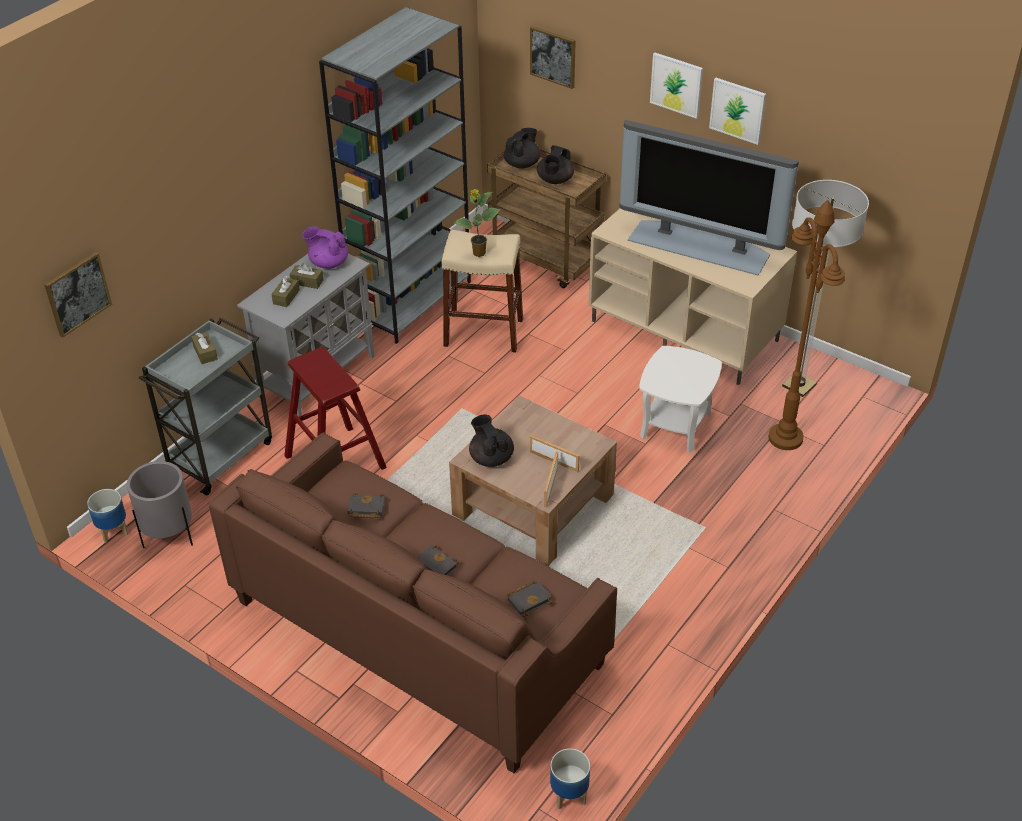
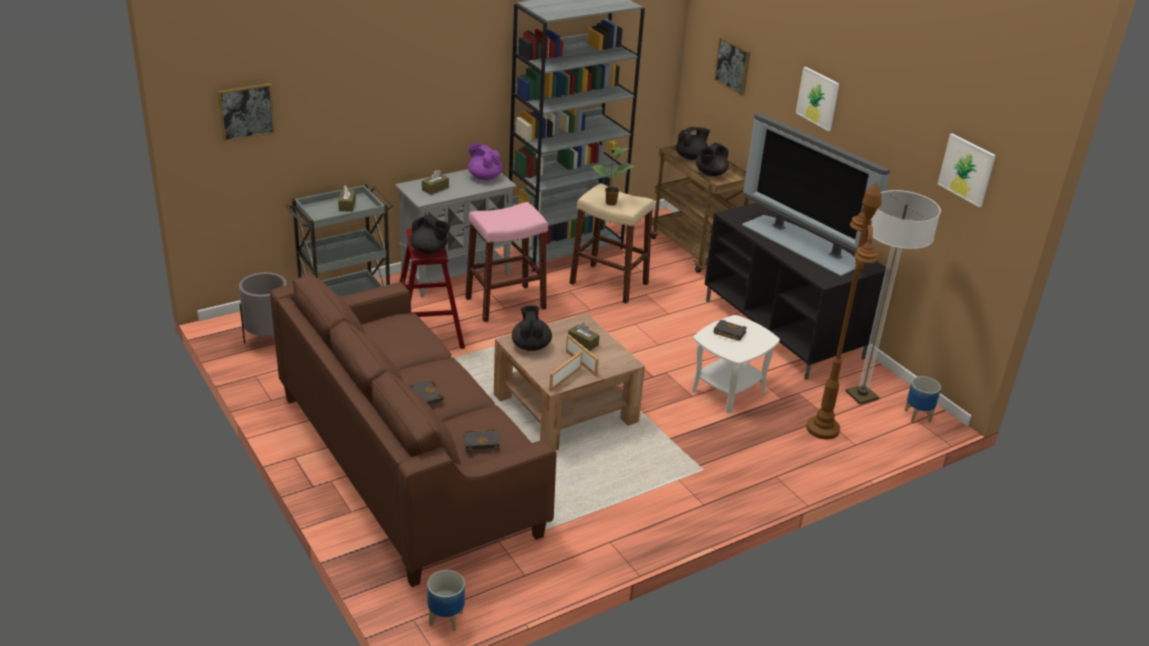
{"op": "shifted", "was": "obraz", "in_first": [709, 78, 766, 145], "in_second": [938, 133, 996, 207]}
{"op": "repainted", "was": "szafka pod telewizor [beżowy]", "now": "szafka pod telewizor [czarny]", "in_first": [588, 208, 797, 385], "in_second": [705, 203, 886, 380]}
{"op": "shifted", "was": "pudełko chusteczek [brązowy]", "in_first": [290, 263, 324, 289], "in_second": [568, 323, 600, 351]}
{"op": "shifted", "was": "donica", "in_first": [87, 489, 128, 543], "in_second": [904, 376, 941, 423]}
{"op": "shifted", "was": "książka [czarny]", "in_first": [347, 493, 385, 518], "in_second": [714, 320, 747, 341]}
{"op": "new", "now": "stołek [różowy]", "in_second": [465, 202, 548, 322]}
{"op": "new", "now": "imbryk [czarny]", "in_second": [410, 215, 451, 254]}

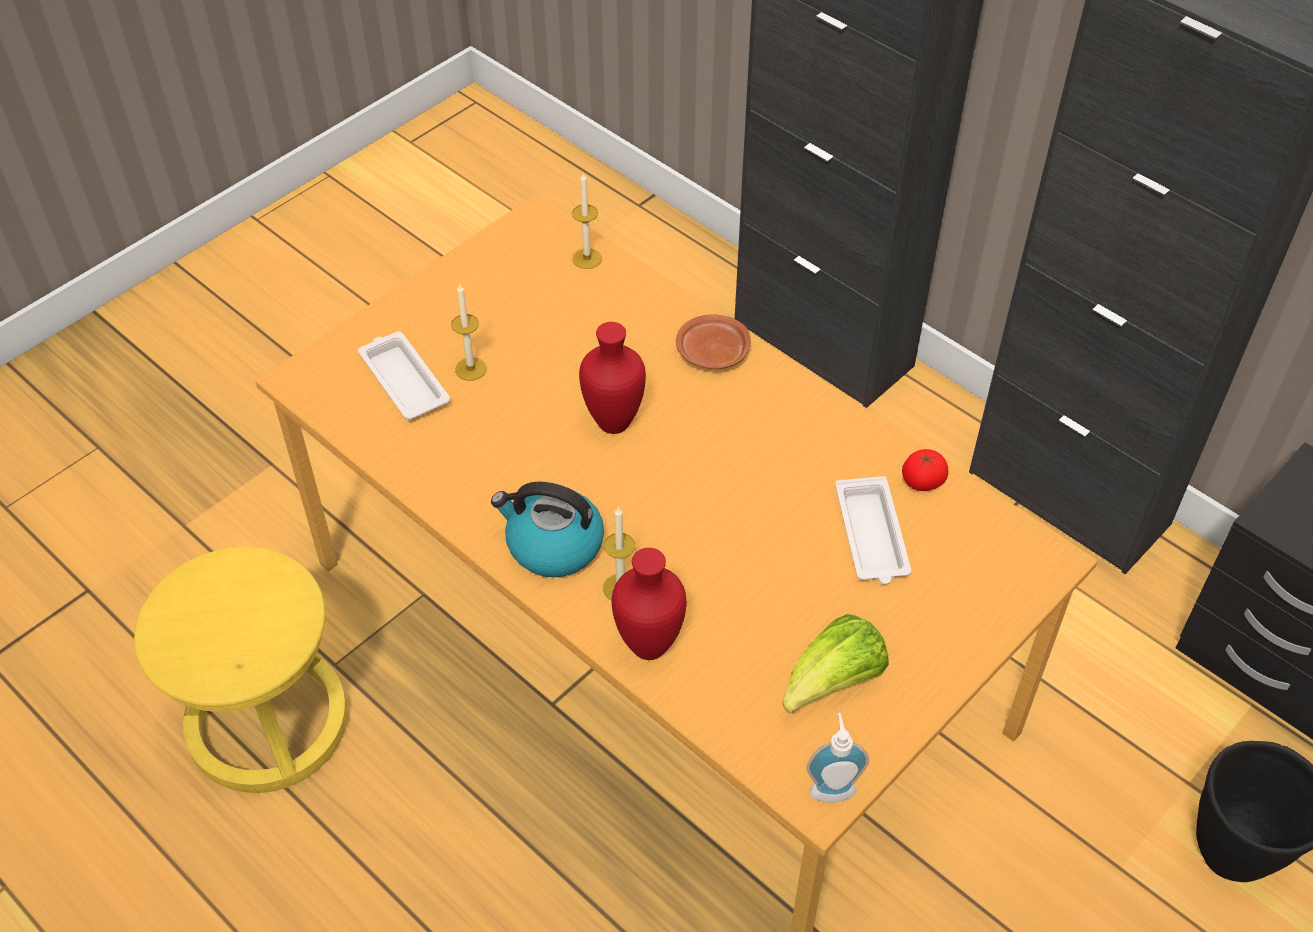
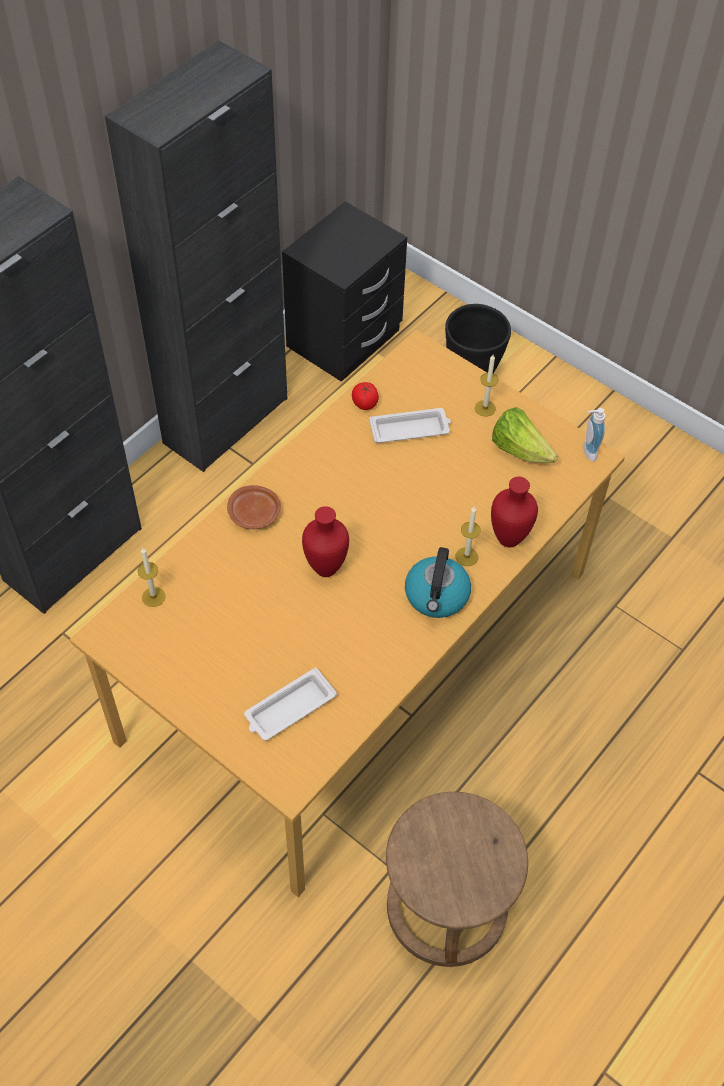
{"op": "shifted", "was": "świeca", "in_first": [451, 283, 487, 381], "in_second": [475, 355, 499, 417]}
{"op": "repainted", "was": "stołek [żółty]", "now": "stołek [brązowy]", "in_first": [134, 547, 347, 793], "in_second": [386, 792, 528, 967]}

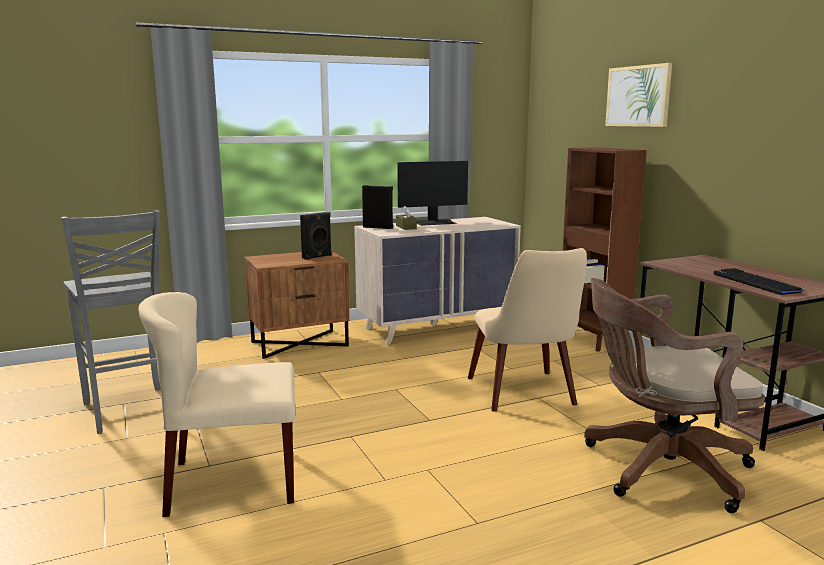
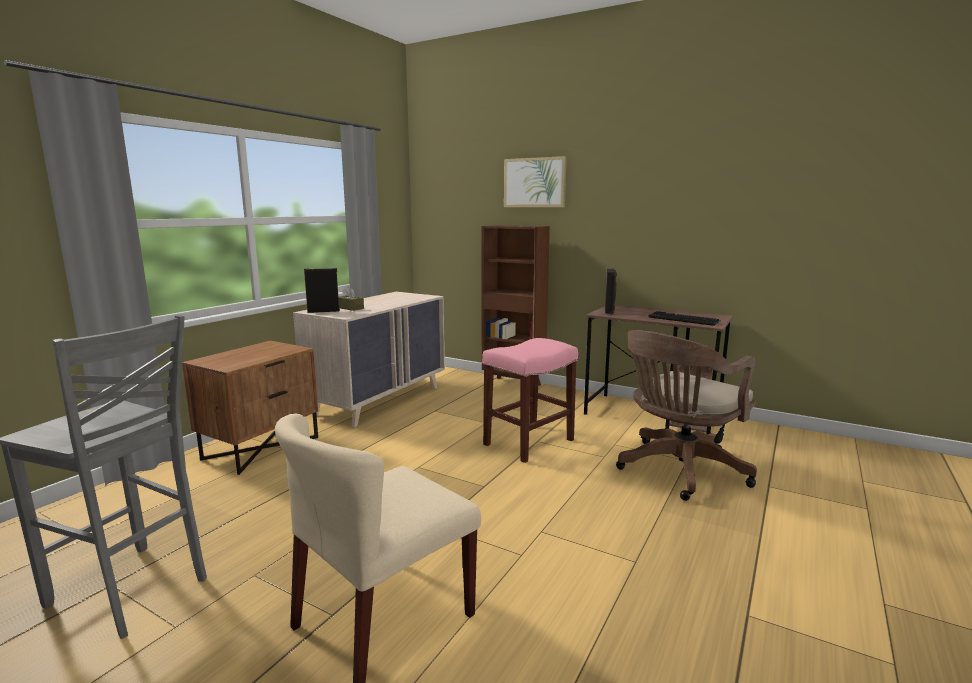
{"op": "gone", "was": "monitor", "in_first": [397, 161, 468, 226]}
{"op": "shifted", "was": "głośnik [czarny]", "in_first": [300, 212, 332, 260], "in_second": [605, 269, 617, 314]}
{"op": "swapped", "was": "krzesło [beżowy]", "now": "stołek [różowy]", "in_first": [468, 248, 587, 412], "in_second": [482, 338, 578, 463]}

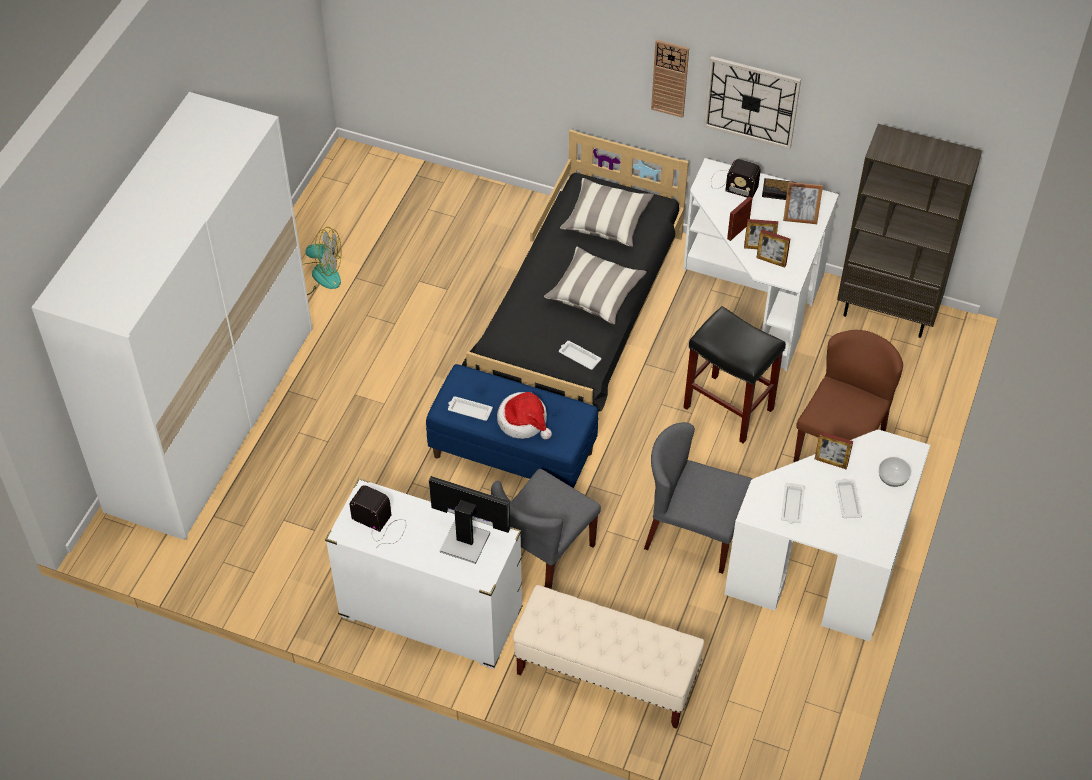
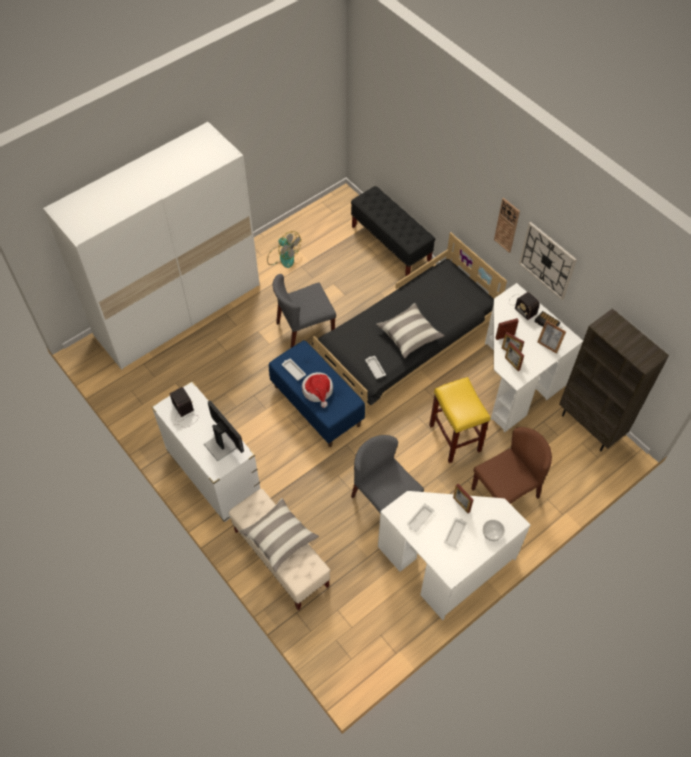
{"op": "shifted", "was": "poduszka", "in_first": [560, 178, 654, 247], "in_second": [240, 498, 319, 572]}
{"op": "repainted", "was": "stołek [czarny]", "now": "stołek [żółty]", "in_first": [684, 306, 786, 443], "in_second": [429, 377, 490, 463]}
{"op": "shifted", "was": "krzesło [szary]", "in_first": [491, 469, 601, 589], "in_second": [273, 274, 336, 348]}
{"op": "new", "now": "ławka [czarny]", "in_second": [351, 186, 435, 276]}

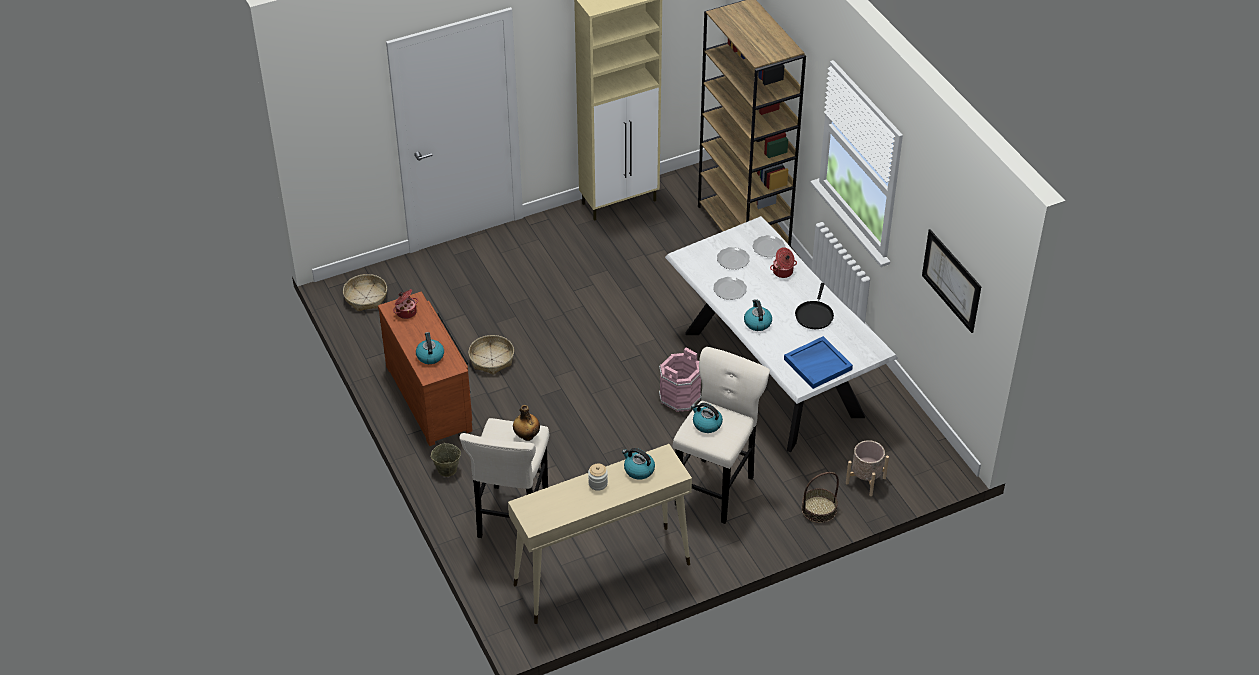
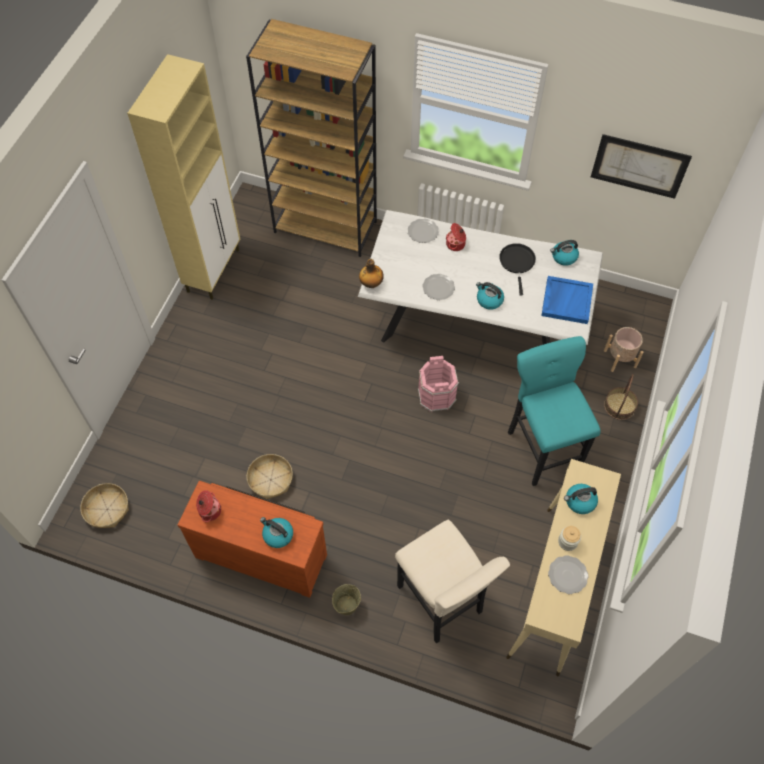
{"op": "shifted", "was": "talerz", "in_first": [717, 247, 750, 269], "in_second": [548, 555, 588, 594]}
{"op": "rotated", "was": "patelnia [czarny]", "in_first": [795, 283, 834, 329], "in_second": [499, 243, 536, 296], "clockwise": -150}
{"op": "repainted", "was": "stołek [beżowy]", "now": "stołek [turkusowy]", "in_first": [673, 347, 770, 524], "in_second": [508, 336, 601, 486]}
{"op": "shifted", "was": "czajnik", "in_first": [691, 403, 723, 433], "in_second": [550, 240, 579, 266]}
{"op": "shifted", "was": "butelka", "in_first": [513, 405, 540, 441], "in_second": [359, 259, 384, 288]}

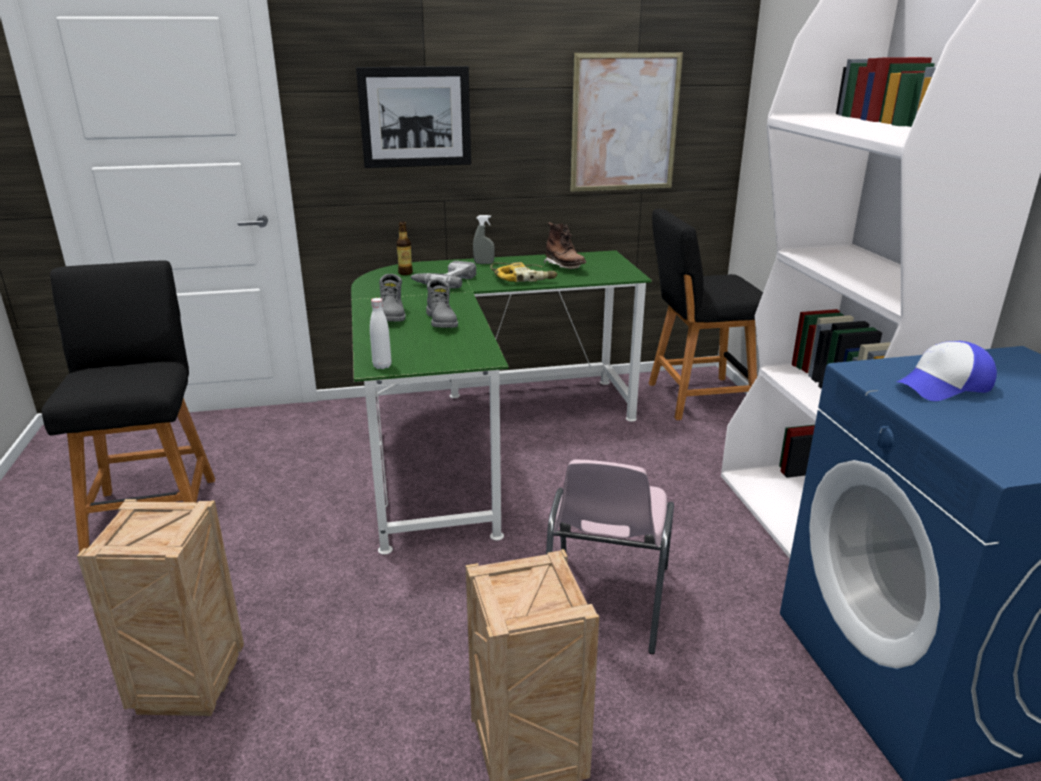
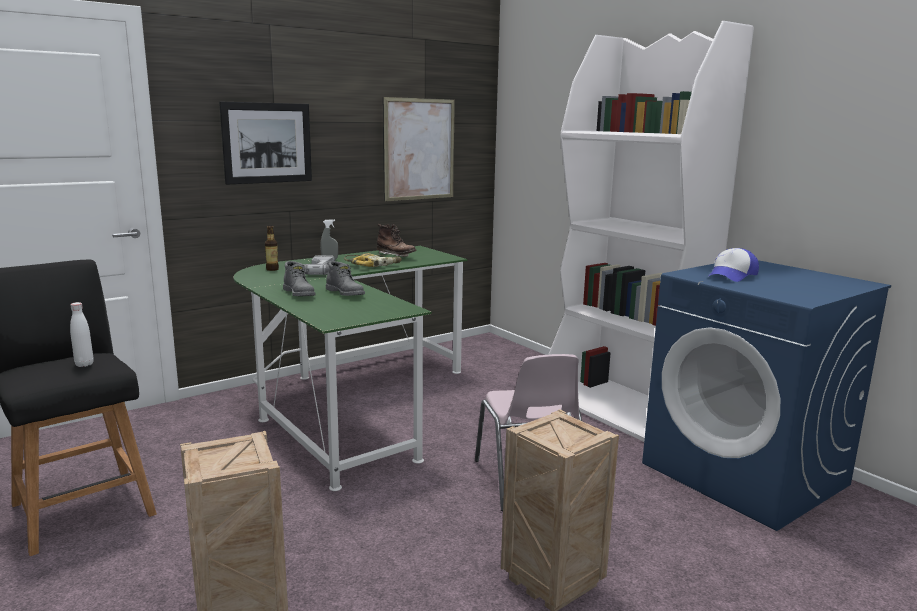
{"op": "gone", "was": "stołek [czarny]", "in_first": [649, 209, 763, 420]}
{"op": "shifted", "was": "butelka [biały]", "in_first": [370, 298, 391, 369], "in_second": [70, 302, 94, 367]}

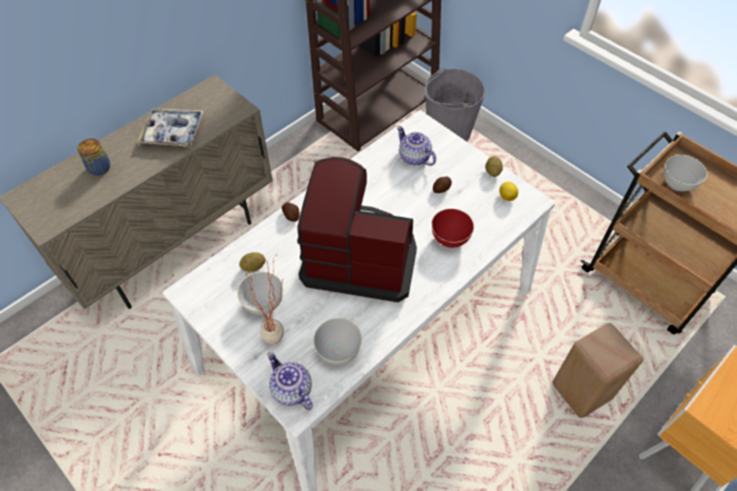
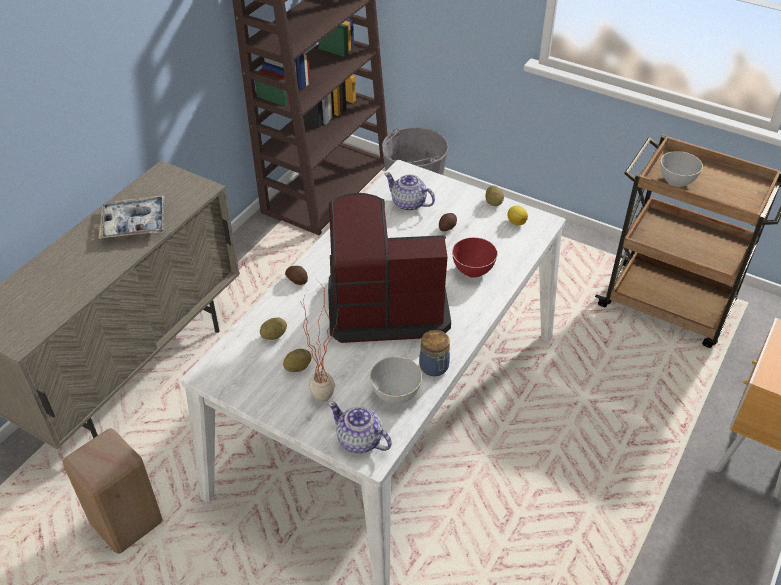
{"op": "shifted", "was": "słoik", "in_first": [77, 139, 110, 176], "in_second": [419, 330, 450, 376]}
{"op": "swapped", "was": "miska [szary]", "now": "ziemniak", "in_first": [237, 272, 283, 315], "in_second": [283, 349, 312, 372]}
{"op": "shifted", "was": "stołek [beżowy]", "in_first": [552, 323, 643, 418], "in_second": [63, 428, 162, 554]}

